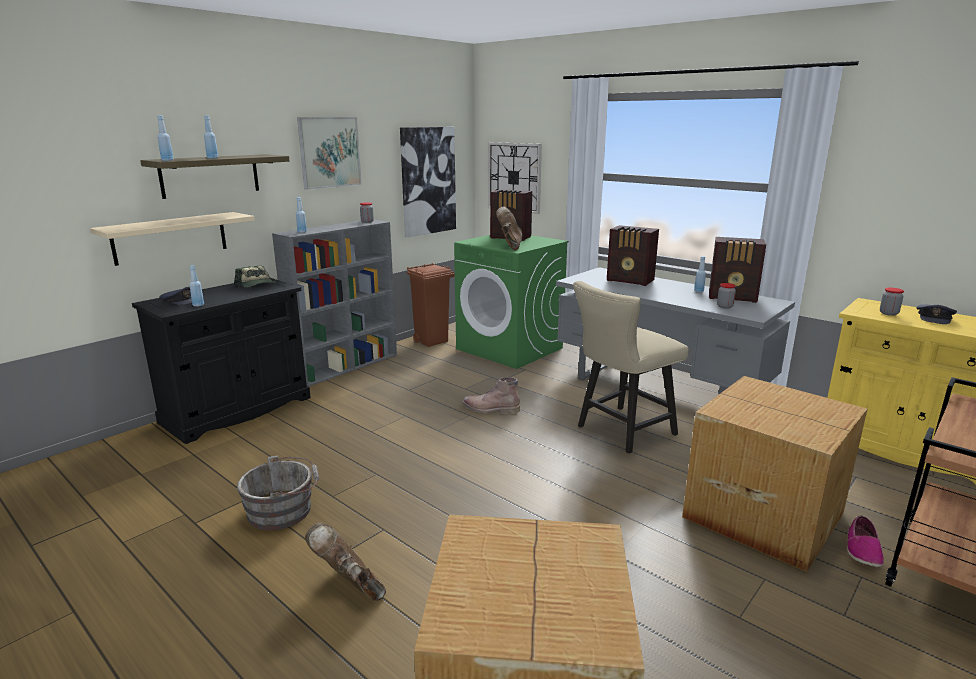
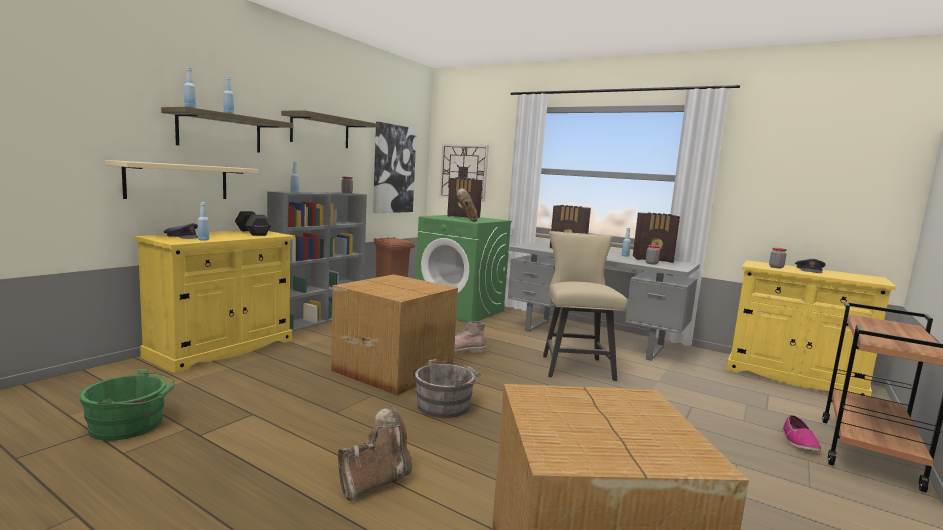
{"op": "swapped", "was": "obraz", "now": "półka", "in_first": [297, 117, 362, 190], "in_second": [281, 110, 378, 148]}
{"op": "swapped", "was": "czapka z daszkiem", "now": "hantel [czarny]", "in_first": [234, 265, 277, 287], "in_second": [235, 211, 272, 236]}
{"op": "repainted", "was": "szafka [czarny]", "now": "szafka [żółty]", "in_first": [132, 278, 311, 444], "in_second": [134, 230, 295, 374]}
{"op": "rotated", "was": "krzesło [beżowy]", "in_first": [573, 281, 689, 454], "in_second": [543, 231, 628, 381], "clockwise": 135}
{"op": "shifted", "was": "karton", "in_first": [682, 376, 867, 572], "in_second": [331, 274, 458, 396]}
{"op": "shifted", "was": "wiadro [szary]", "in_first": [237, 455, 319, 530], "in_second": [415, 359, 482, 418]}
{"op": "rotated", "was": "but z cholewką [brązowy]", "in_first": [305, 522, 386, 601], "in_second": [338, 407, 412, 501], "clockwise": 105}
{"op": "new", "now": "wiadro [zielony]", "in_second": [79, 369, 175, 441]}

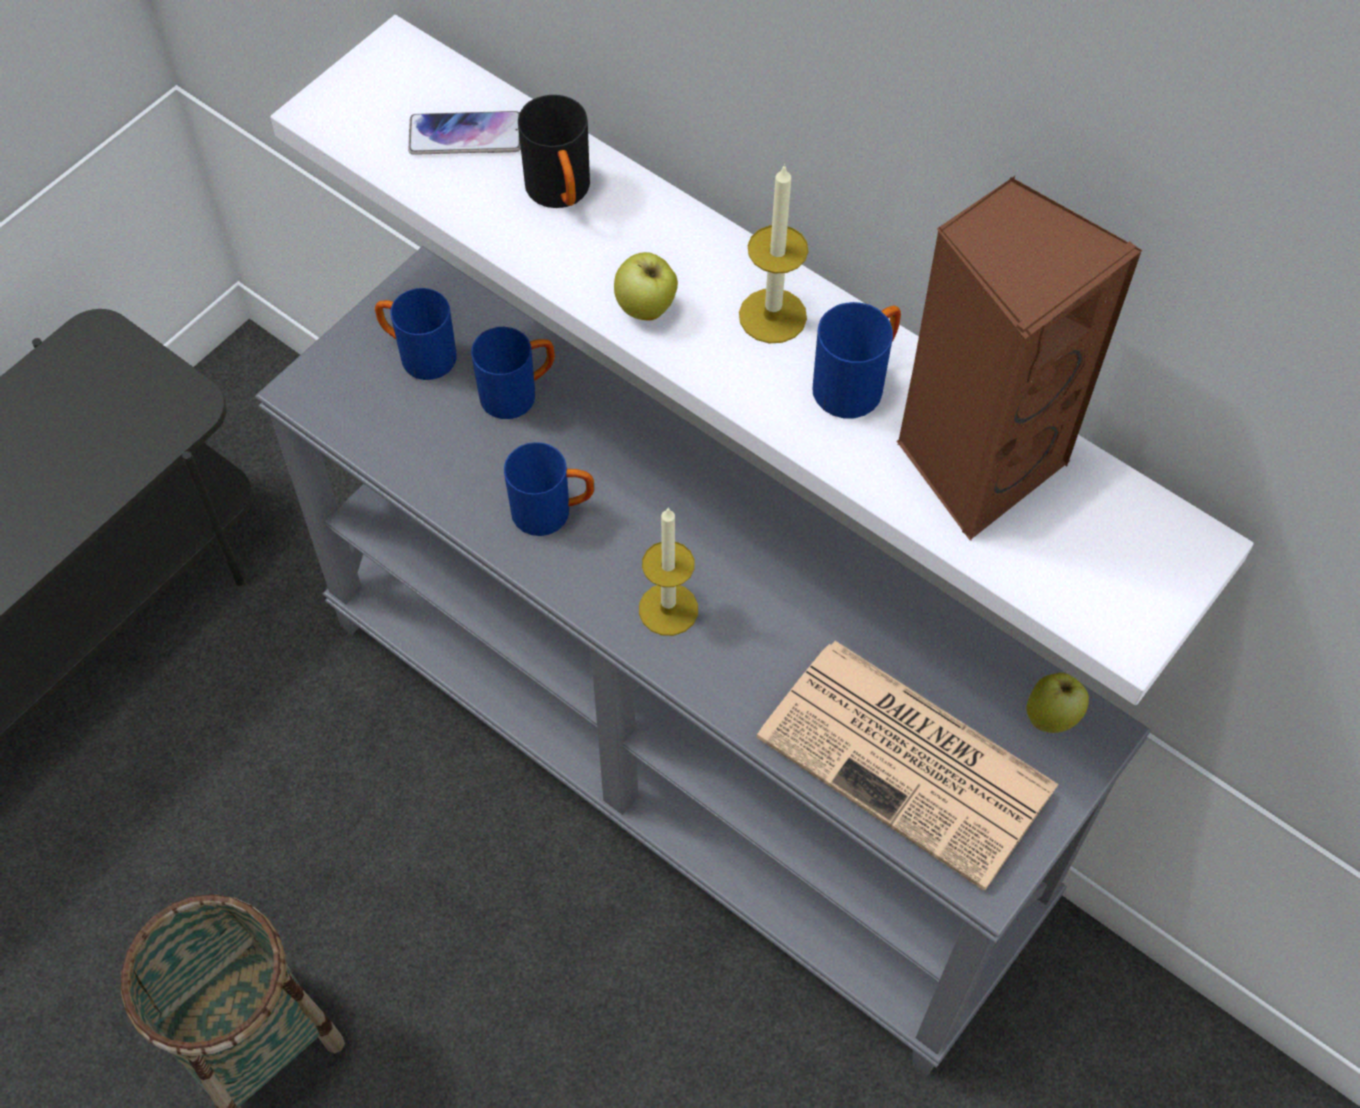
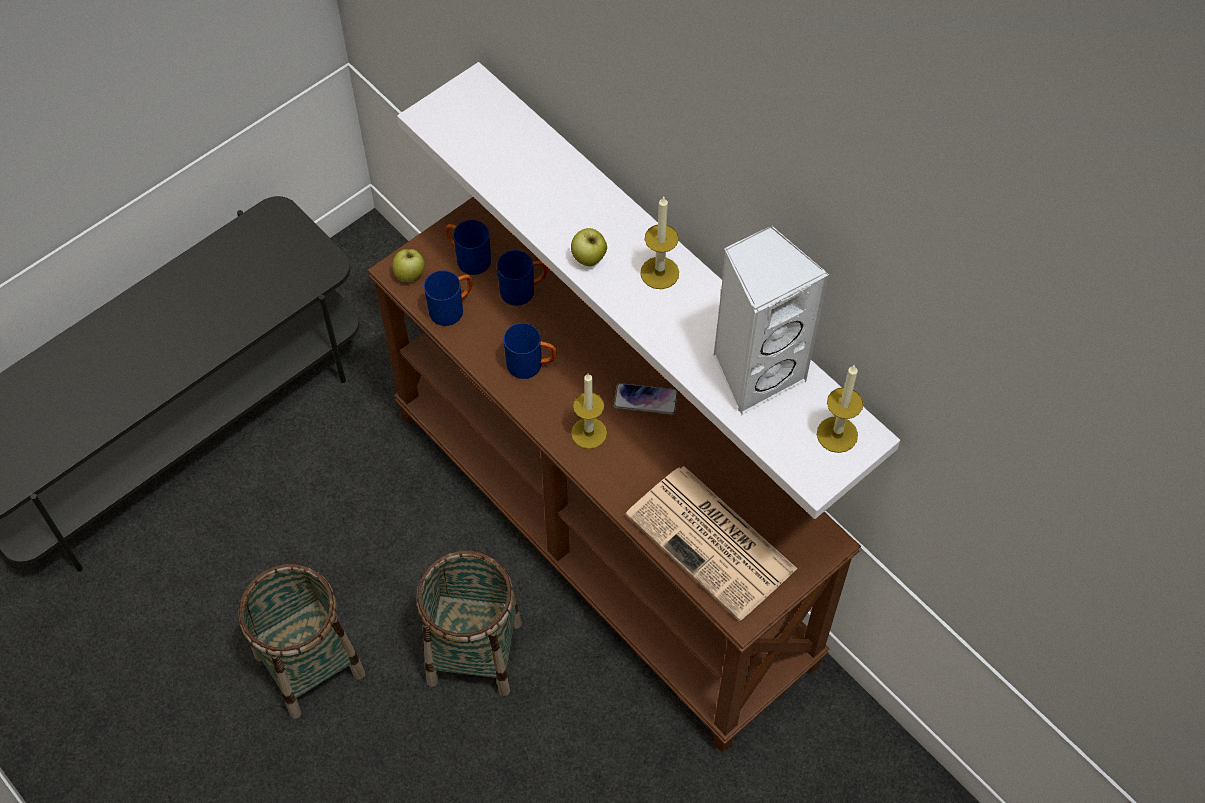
{"op": "gone", "was": "kubek [czarny]", "in_first": [518, 95, 590, 208]}
{"op": "shifted", "was": "telefon", "in_first": [408, 111, 521, 155], "in_second": [614, 383, 678, 415]}
{"op": "repainted", "was": "głośnik [brązowy]", "now": "głośnik [biały]", "in_first": [896, 176, 1143, 540], "in_second": [713, 225, 829, 415]}
{"op": "repainted", "was": "stolik konsolowy [szary]", "now": "stolik konsolowy [brązowy]", "in_first": [255, 246, 1151, 1076], "in_second": [367, 197, 861, 753]}
{"op": "shifted", "was": "kubek [niebieski]", "in_first": [813, 302, 901, 418], "in_second": [424, 270, 473, 326]}
{"op": "shifted", "was": "jabłko", "in_first": [1026, 673, 1089, 733], "in_second": [393, 249, 425, 282]}
{"op": "new", "now": "świeca", "in_second": [817, 364, 863, 453]}
{"op": "new", "now": "koszyk", "in_second": [416, 551, 522, 696]}

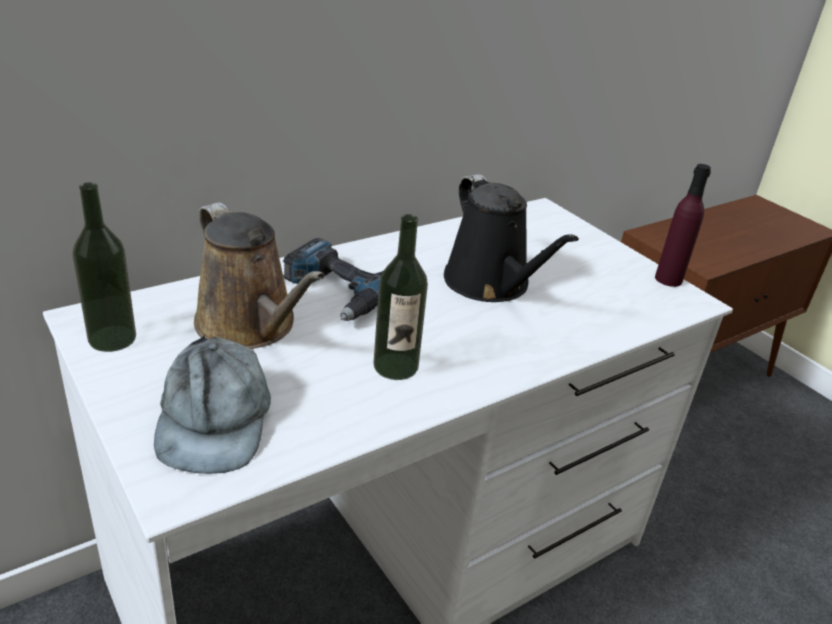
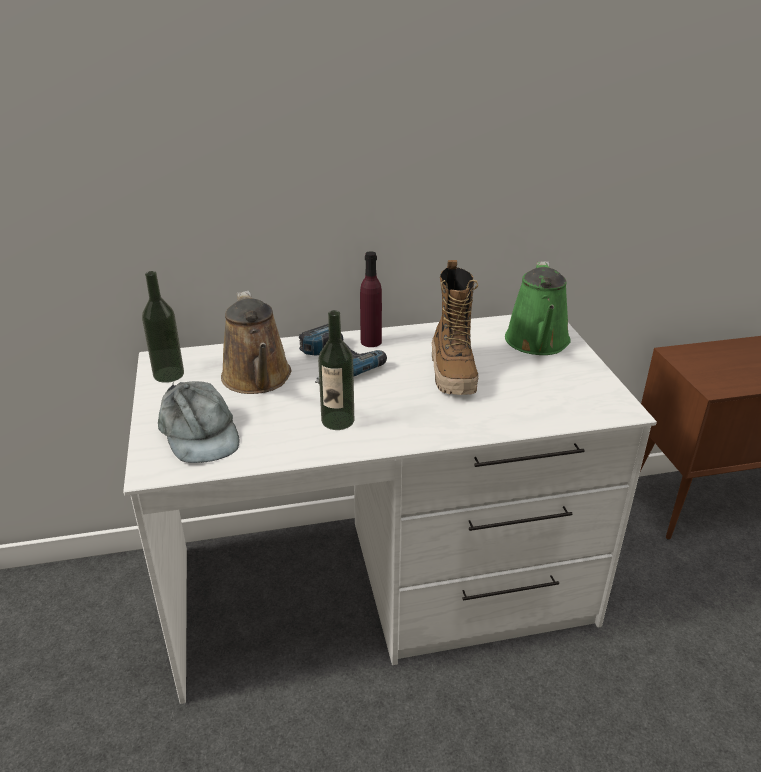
{"op": "shifted", "was": "butelka [fioletowy]", "in_first": [655, 164, 711, 287], "in_second": [360, 251, 382, 347]}
{"op": "swapped", "was": "konewka [czarny]", "now": "but z cholewką", "in_first": [444, 174, 579, 302], "in_second": [431, 260, 478, 395]}
{"op": "rotated", "was": "czapka z daszkiem [szary]", "in_first": [154, 335, 271, 474], "in_second": [158, 381, 239, 463], "clockwise": -45}
{"op": "new", "now": "konewka [zielony]", "in_second": [505, 261, 571, 355]}

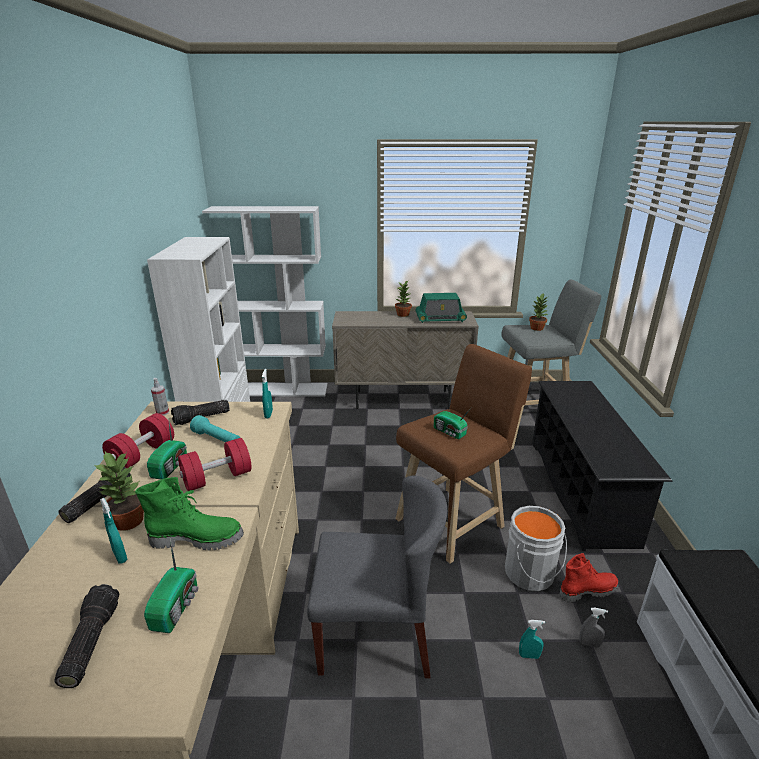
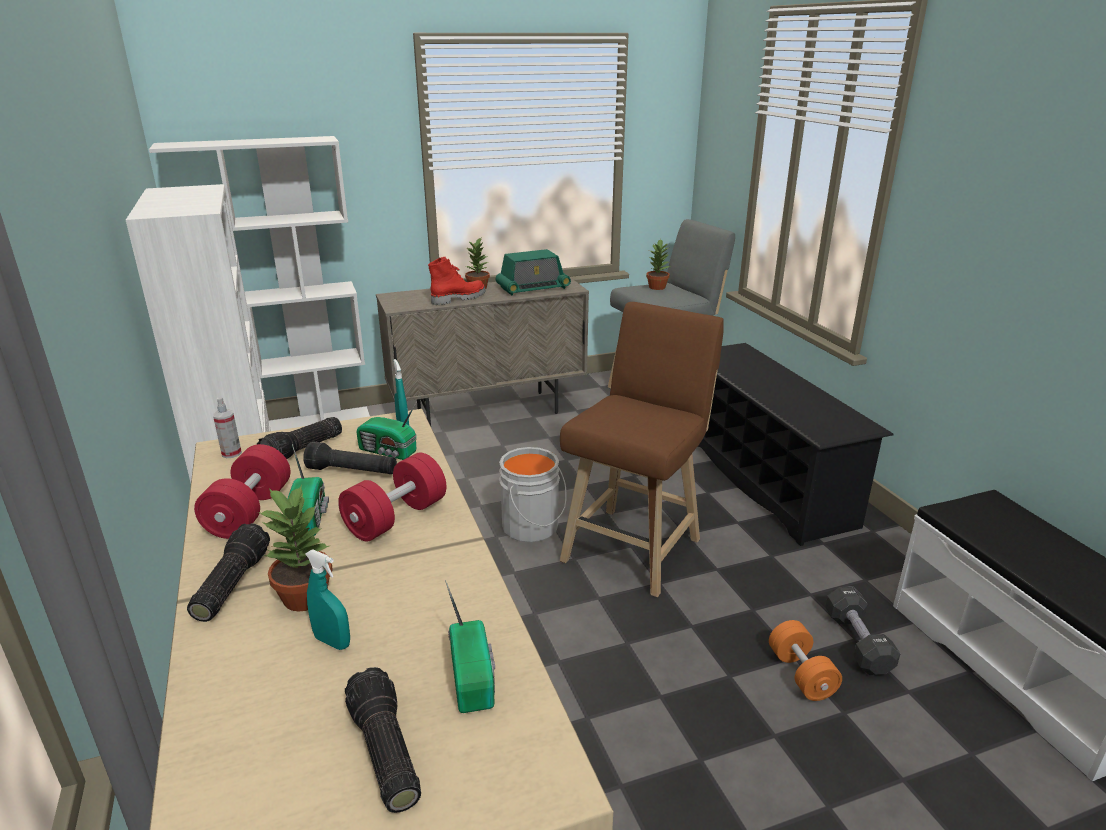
{"op": "shifted", "was": "radio", "in_first": [434, 407, 472, 439], "in_second": [356, 401, 417, 460]}
{"op": "repainted", "was": "latarka [turkusowy]", "now": "latarka [czarny]", "in_first": [190, 415, 240, 442], "in_second": [303, 441, 397, 474]}
{"op": "gone", "was": "krzesło [szary]", "in_first": [307, 476, 447, 678]}
{"op": "gone", "was": "but z cholewką [zielony]", "in_first": [135, 477, 244, 550]}
{"op": "shifted", "was": "wiadro [szary]", "in_first": [505, 506, 567, 591], "in_second": [499, 447, 566, 542]}
{"op": "shifted", "was": "but z cholewką [czerwony]", "in_first": [559, 553, 618, 603], "in_second": [428, 257, 486, 305]}
{"op": "swapped", "was": "spryskiwacz [szary]", "now": "hantel [czarny]", "in_first": [579, 608, 608, 648], "in_second": [825, 586, 900, 675]}
{"op": "swapped", "was": "spryskiwacz [turkusowy]", "now": "hantel [pomarańczowy]", "in_first": [519, 620, 545, 659], "in_second": [769, 620, 842, 701]}

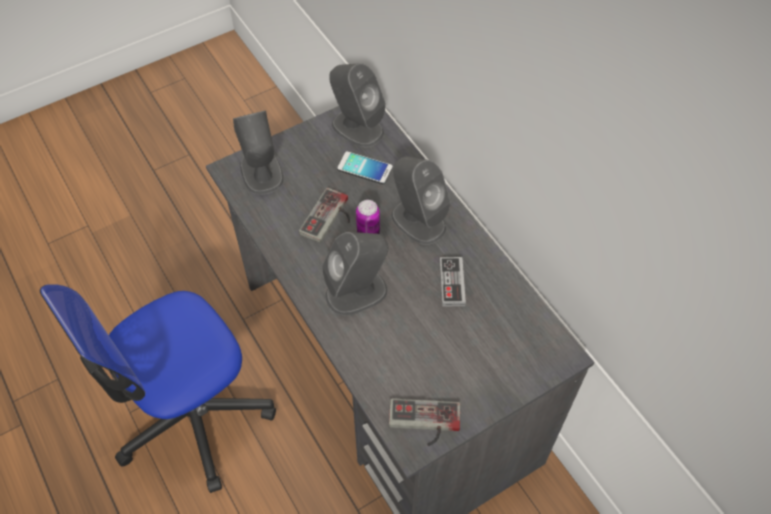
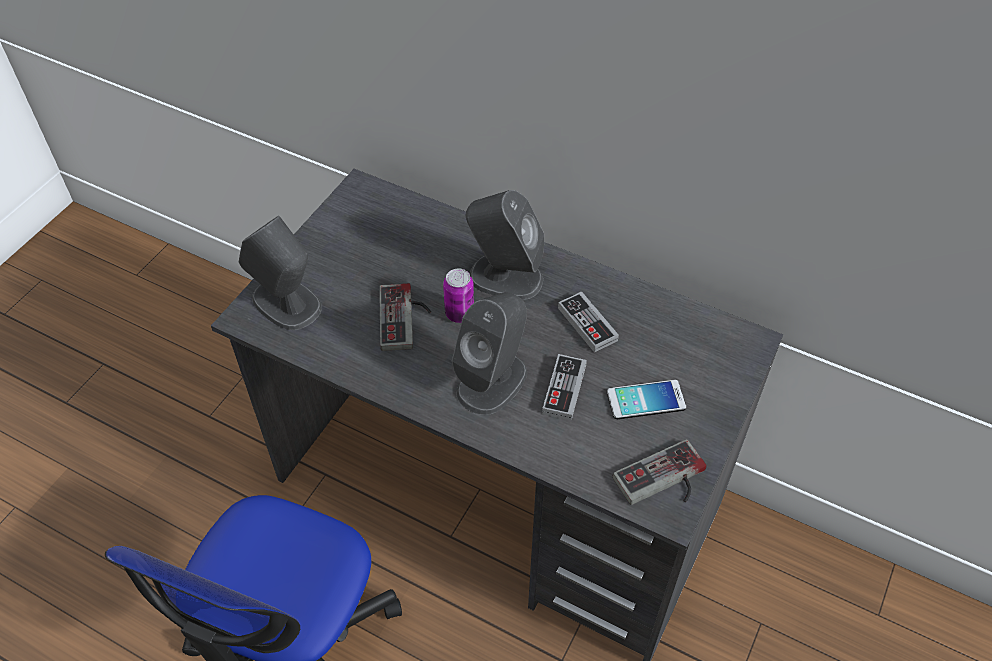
{"op": "gone", "was": "głośnik [szary]", "in_first": [329, 63, 386, 147]}
{"op": "shifted", "was": "telefon", "in_first": [337, 151, 393, 184], "in_second": [607, 380, 686, 419]}
{"op": "new", "now": "pad do gier", "in_second": [542, 354, 587, 420]}

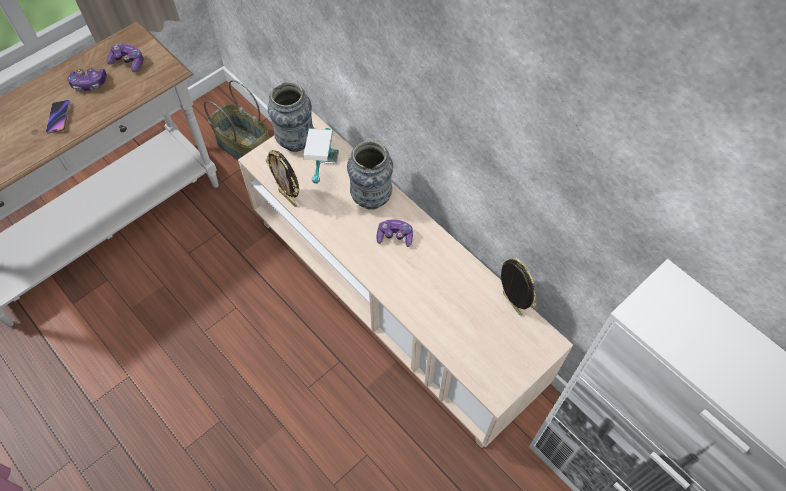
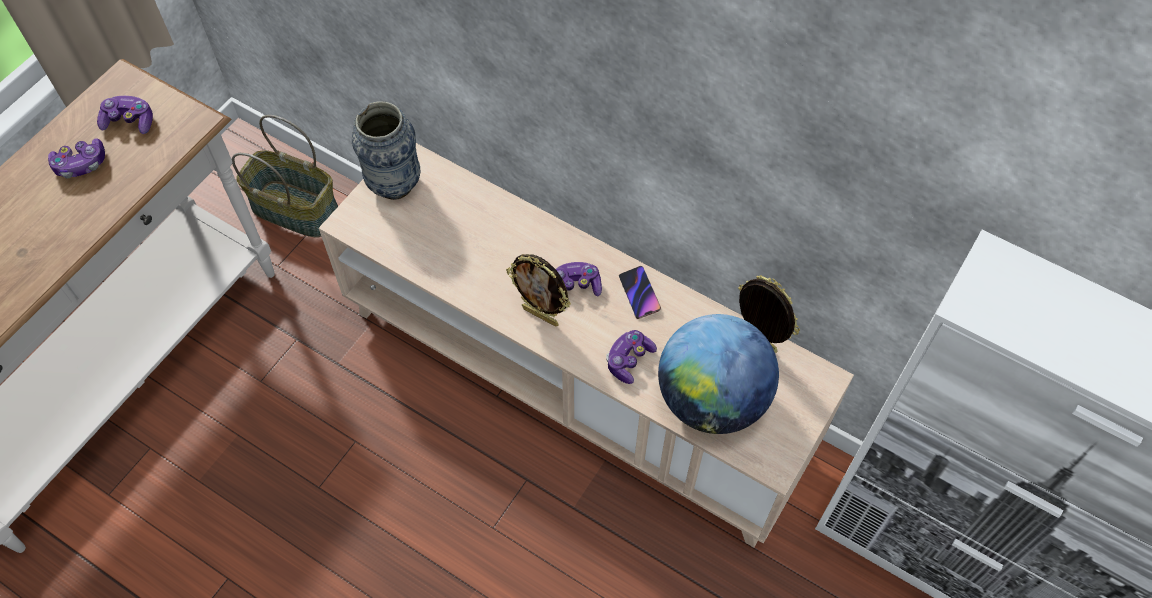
{"op": "shifted", "was": "telefon", "in_first": [46, 100, 70, 134], "in_second": [619, 266, 661, 319]}
{"op": "gone", "was": "lampa stołowa", "in_first": [303, 128, 339, 184]}
{"op": "gone", "was": "wazon", "in_first": [347, 141, 393, 210]}
{"op": "shifted", "was": "ramka na zdjęcie", "in_first": [265, 150, 299, 207], "in_second": [506, 254, 571, 327]}
{"op": "new", "now": "globus", "in_second": [658, 314, 779, 434]}
{"op": "new", "now": "pad do gier", "in_second": [606, 330, 657, 384]}

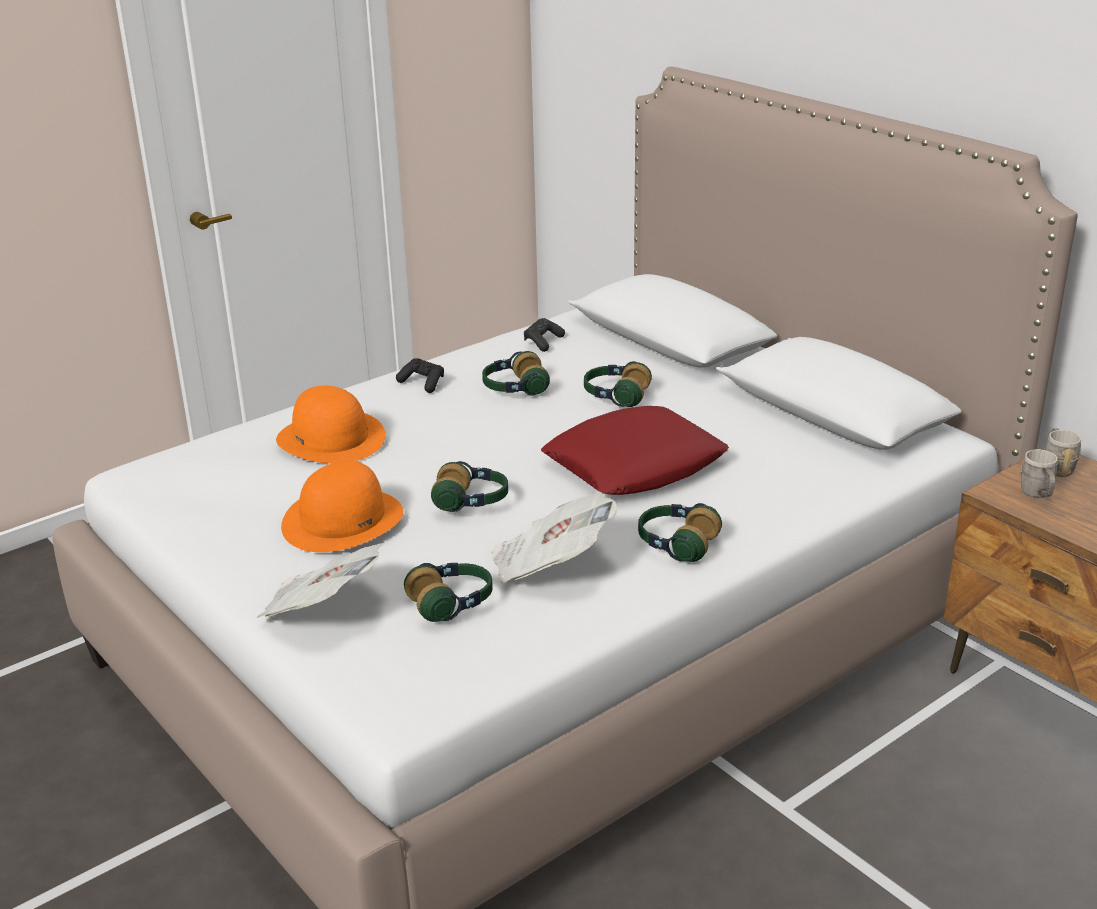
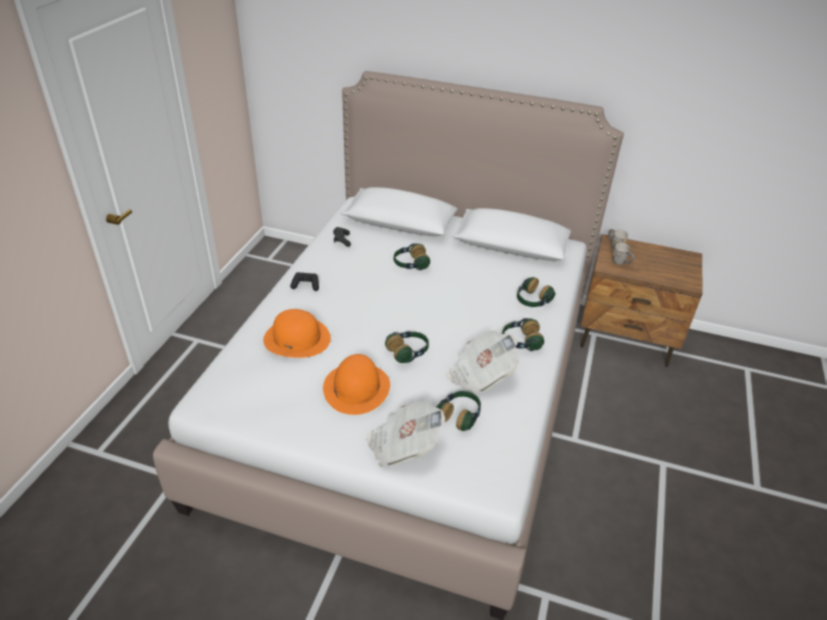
{"op": "shifted", "was": "słuchawki", "in_first": [482, 351, 550, 396], "in_second": [517, 277, 555, 307]}
{"op": "gone", "was": "poduszka [czerwony]", "in_first": [541, 406, 729, 495]}

